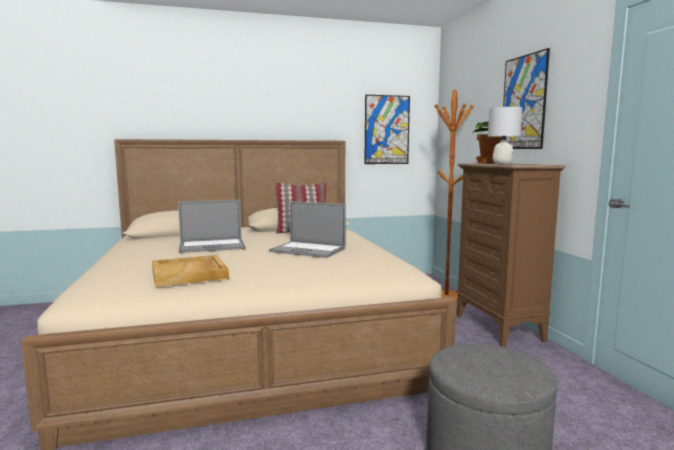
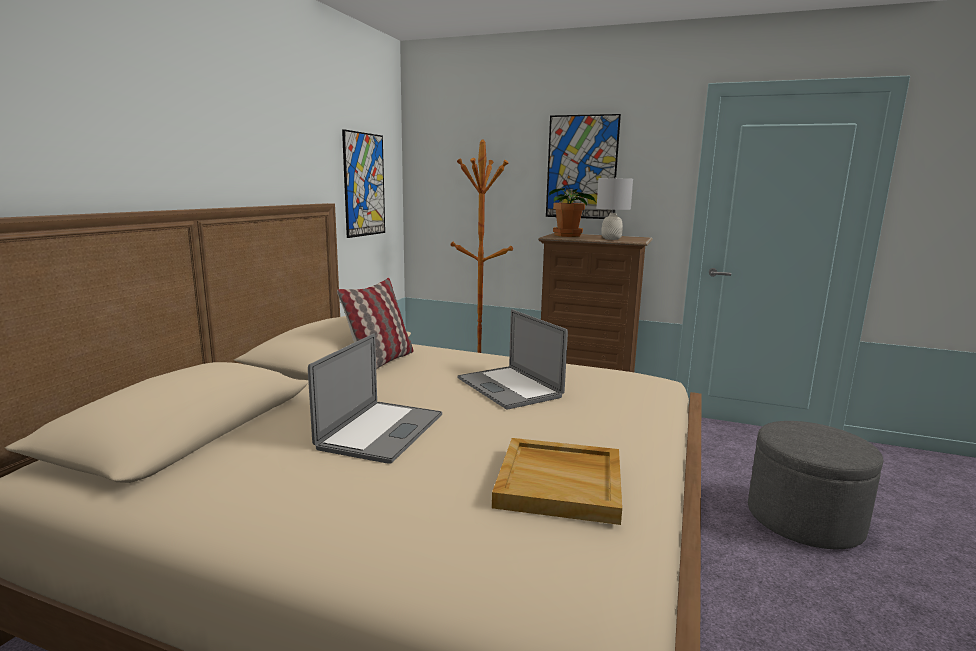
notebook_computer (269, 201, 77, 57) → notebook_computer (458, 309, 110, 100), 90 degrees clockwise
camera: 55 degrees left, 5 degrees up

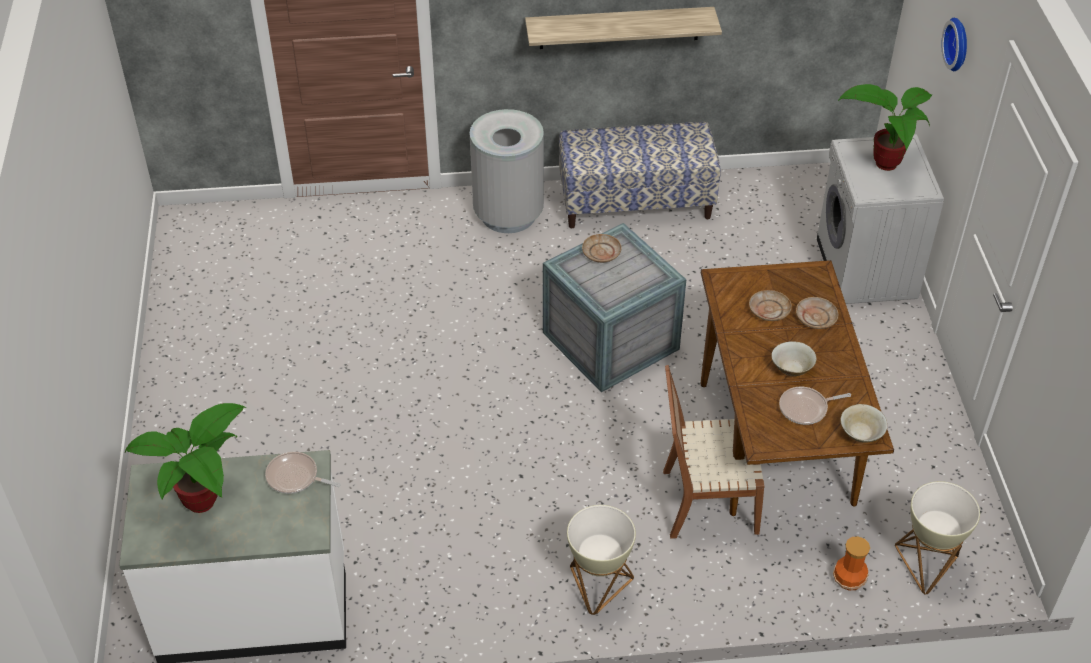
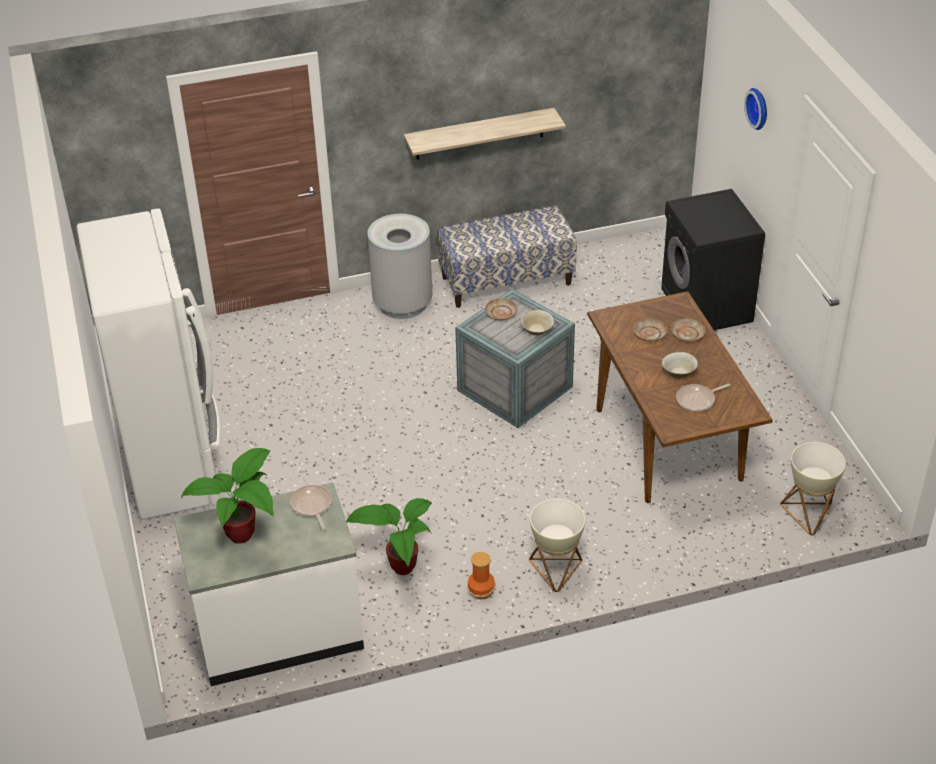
plant_in_a_pot (838, 84, 94, 87) → plant_in_a_pot (346, 498, 86, 77), relocated
white_laundry_machine (817, 134, 127, 170) → black-coloured_laundry_machine (661, 189, 104, 141)
chair (663, 365, 102, 173) → -
beige_deep_dish (840, 404, 47, 39) → beige_deep_dish (520, 310, 34, 25), relocated
skillet (265, 452, 76, 42) → skillet (290, 485, 42, 45), 60 degrees clockwise
vase (833, 536, 37, 55) → vase (467, 552, 29, 47), relocated
- → white_kitchen_fridge (77, 208, 143, 312)
camera: 10 degrees left, 5 degrees down

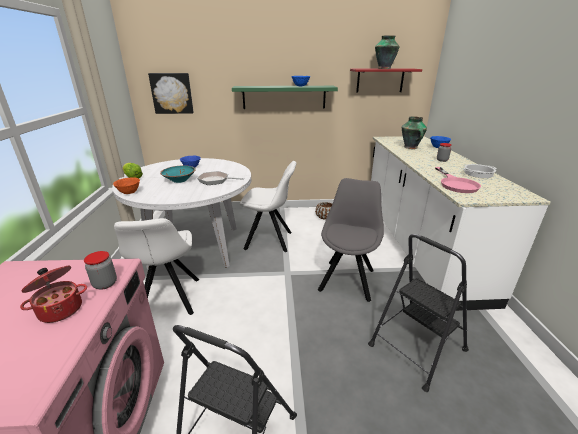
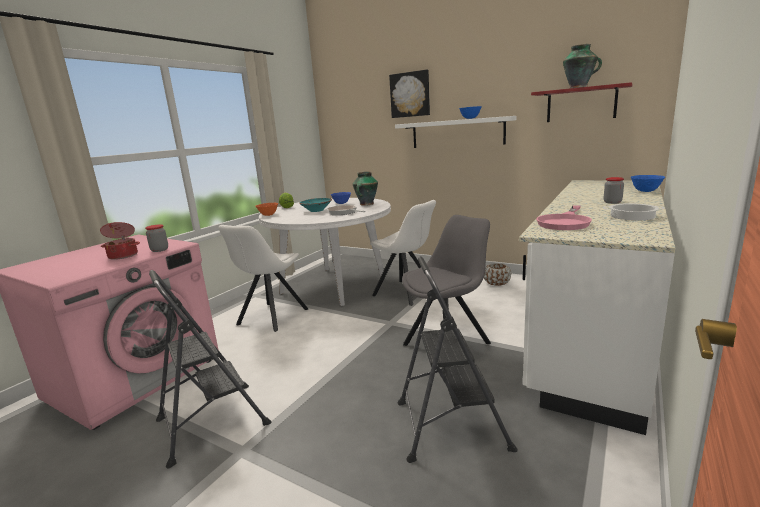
wall_art (148, 73, 46, 41) → wall_art (389, 70, 41, 48), relocated
green-coloured_shelf (232, 86, 106, 23) → white_shelf (395, 116, 122, 32)
vase (402, 116, 25, 33) → vase (353, 172, 25, 34), relocated
camera: 35 degrees right, 10 degrees down

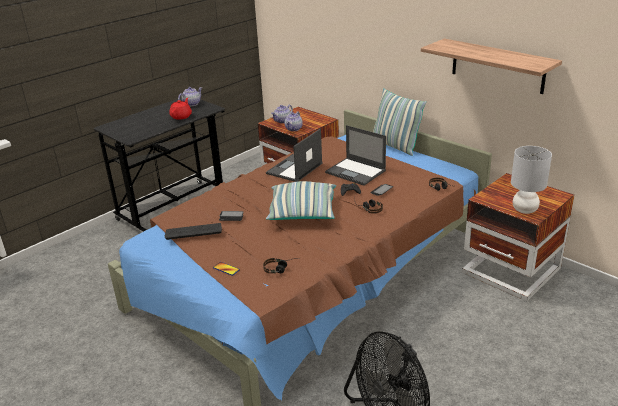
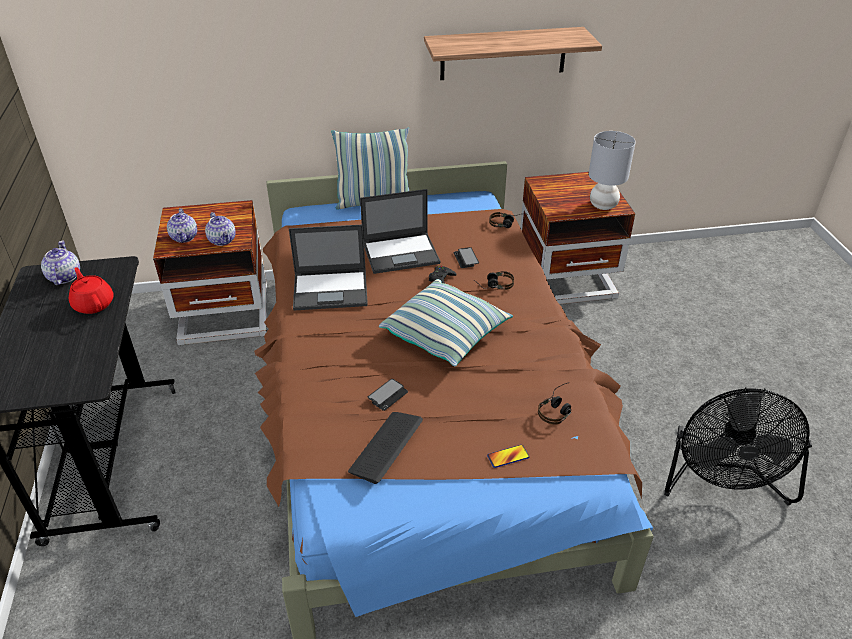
notebook_computer (266, 128, 57, 54) → notebook_computer (289, 225, 79, 85), 75 degrees counterclockwise
camera: 55 degrees left, 10 degrees up

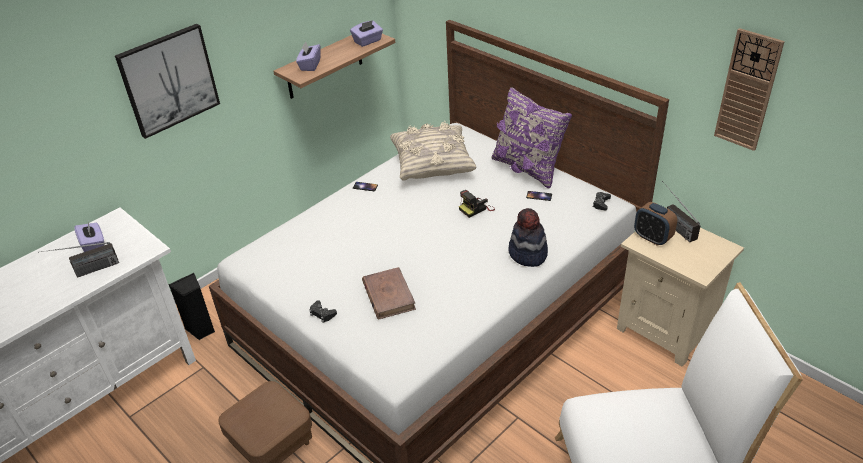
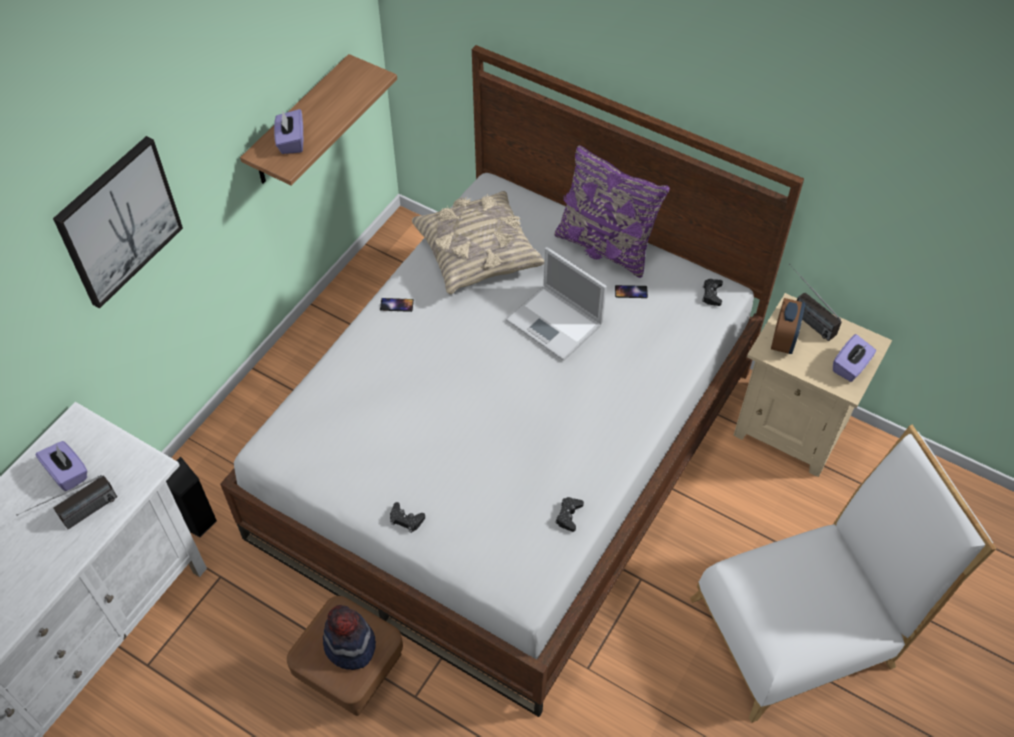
purplish_tissue_holder (350, 20, 33, 27) → purplish_tissue_holder (833, 334, 43, 48), relocated
clock_on_the_wall (714, 28, 71, 123) → -
photo_camera (459, 190, 36, 28) → notebook_computer (506, 247, 101, 114)
bedside_clock (634, 202, 43, 44) → bedside_clock (771, 298, 34, 56), 105 degrees counterclockwise
hat (509, 208, 39, 59) → hat (323, 605, 53, 65), relocated
brown-coloured_bound_book (362, 267, 54, 53) → -
- → black-coloured_game_controller (555, 497, 29, 35)
camera: 15 degrees left, 15 degrees up

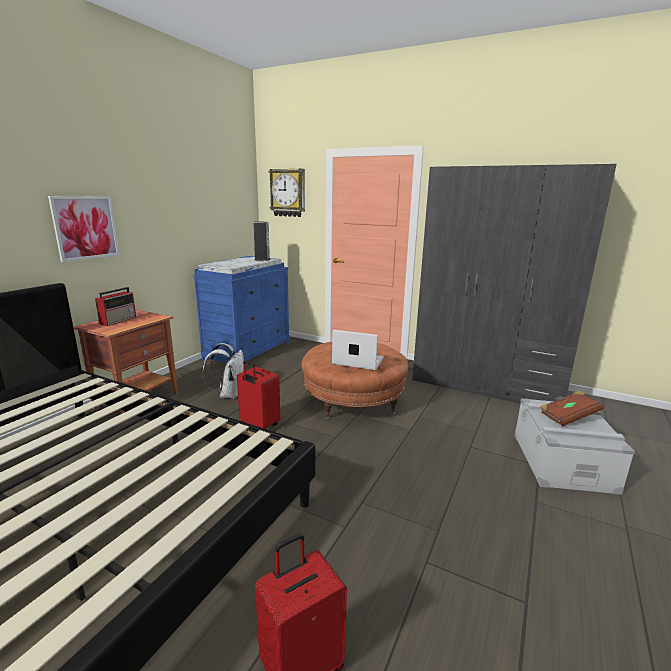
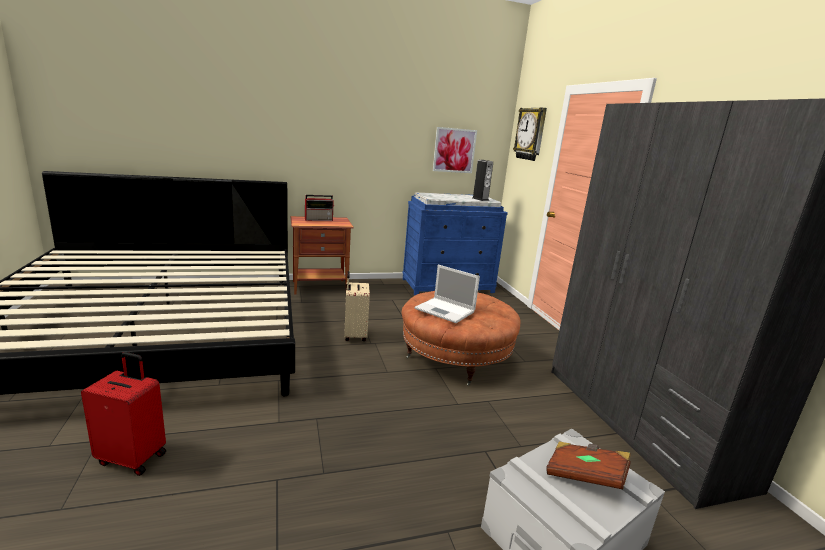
wall_art (48, 196, 71, 66) → wall_art (432, 127, 45, 46), relocated
notebook_computer (332, 330, 52, 40) → notebook_computer (415, 265, 65, 58), 150 degrees clockwise
white_backpack (202, 343, 42, 56) → -
red_suitcase (237, 360, 44, 69) → beige_suitcase (344, 271, 26, 70)
camera: 45 degrees right, 0 degrees up

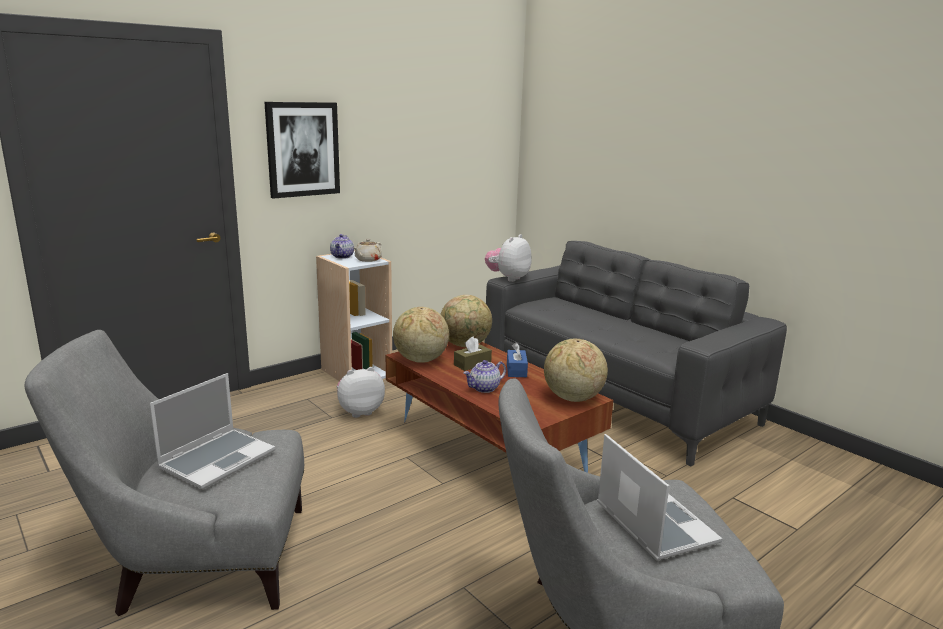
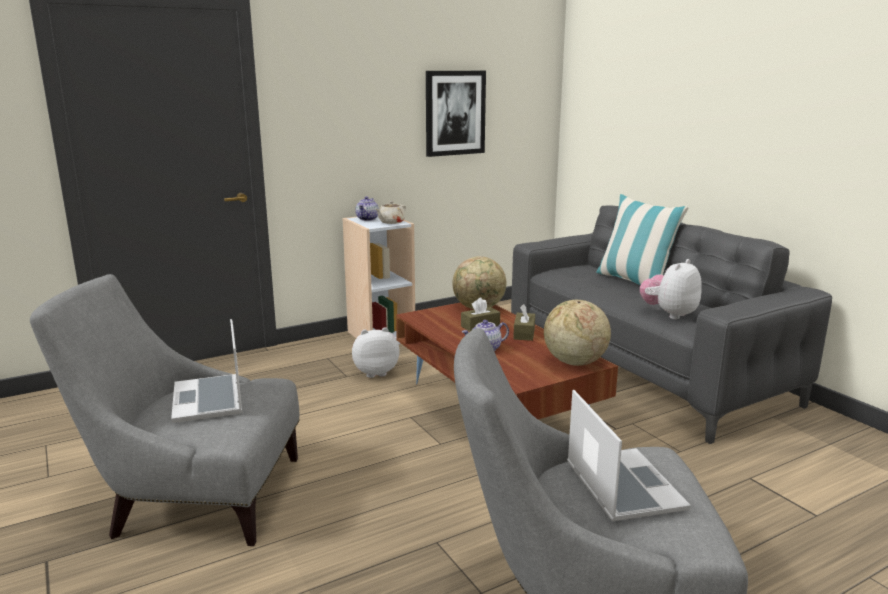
wall_art (264, 102, 76, 97) → wall_art (426, 71, 60, 86), relocated
cuddly_toy (485, 234, 47, 48) → cuddly_toy (640, 259, 62, 60), relocated
desk_globe (393, 307, 56, 56) → -
blue-coloured_tissue_holder (507, 342, 21, 35) → brown-coloured_tissue_holder (513, 304, 22, 37)
notebook_computer (150, 373, 125, 117) → notebook_computer (171, 319, 71, 104), 120 degrees clockwise
- → throw_pillow (596, 194, 93, 91)
camera: 10 degrees right, 0 degrees up

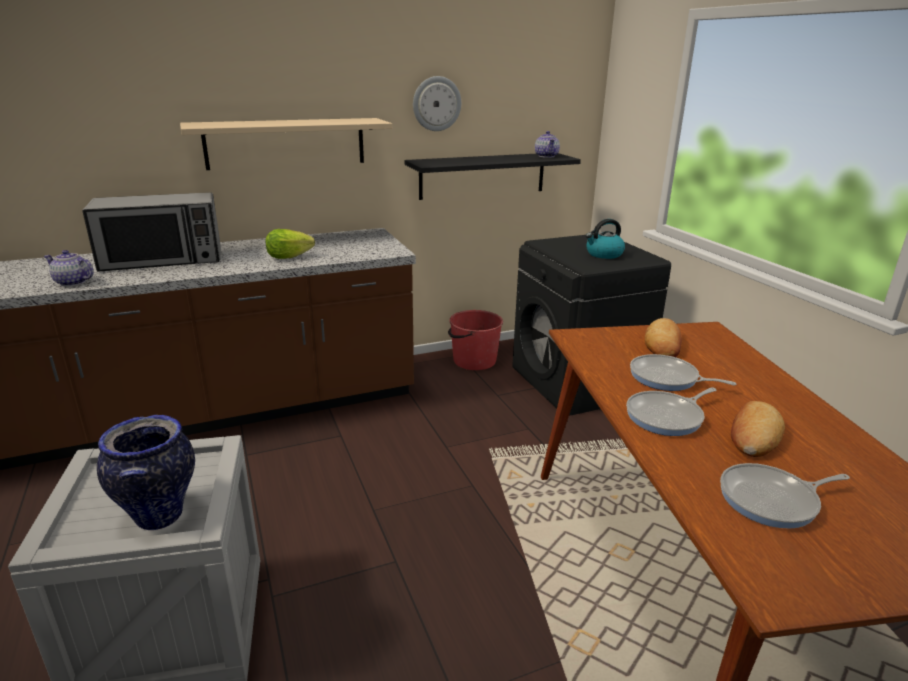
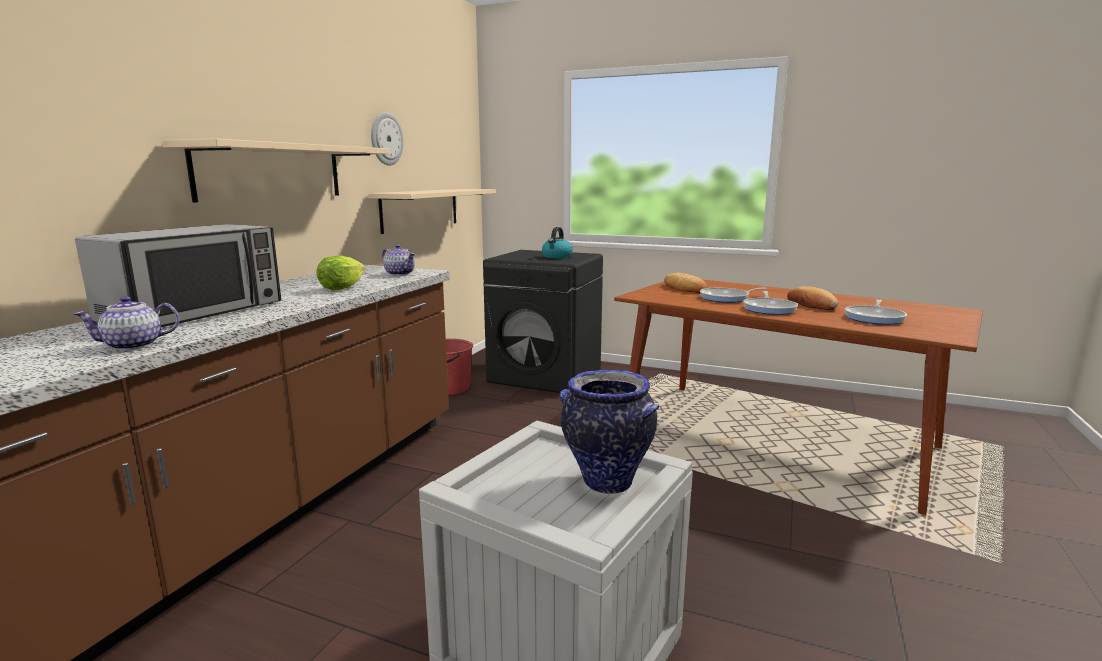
teapot (535, 131, 25, 27) → teapot (382, 244, 33, 32), relocated
black-coloured_shelf (404, 153, 177, 47) → beige_shelf (368, 189, 128, 45)
camera: 45 degrees left, 10 degrees down

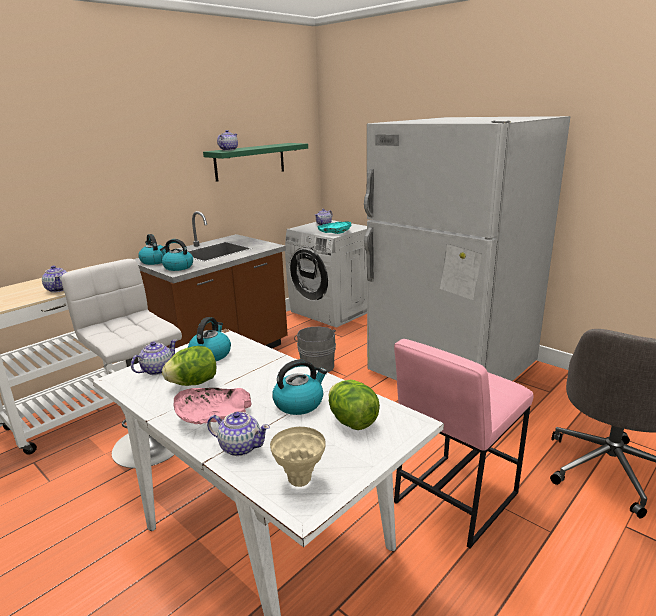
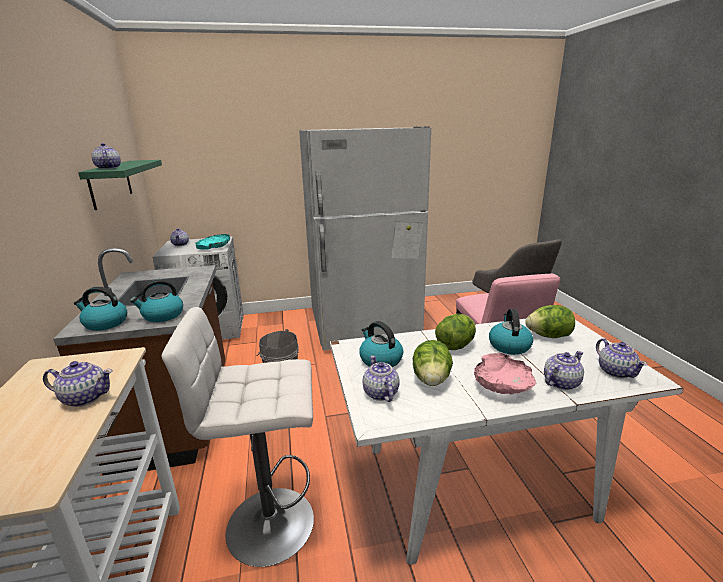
beige_vase (270, 427, 55, 60) → teapot (596, 338, 52, 40)
- → head_of_lettuce (435, 314, 41, 36)
camera: 55 degrees left, 0 degrees up

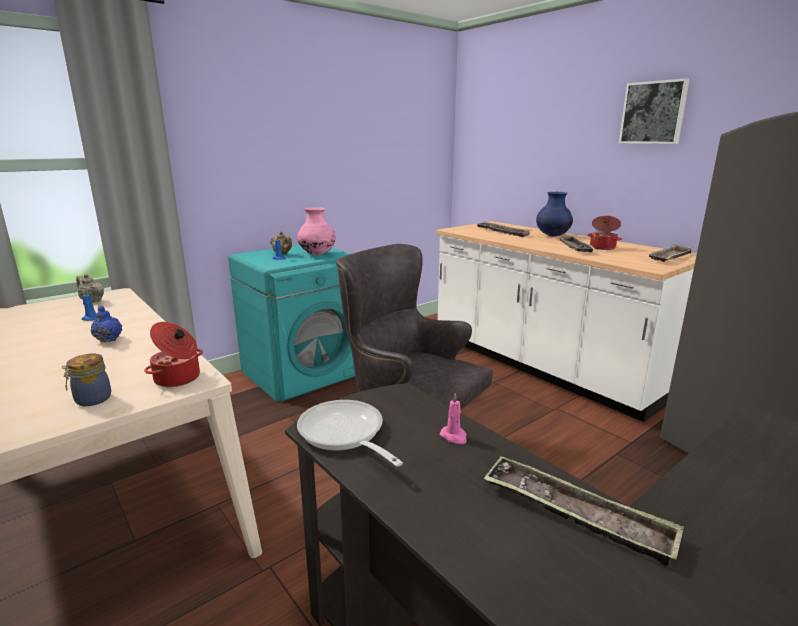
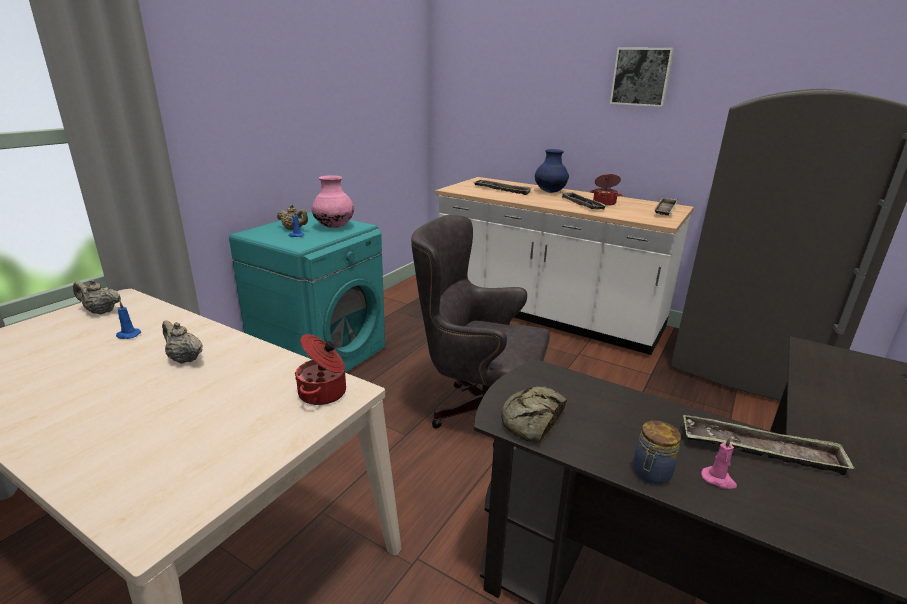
blue-coloured_teapot (91, 306, 31, 36) → beige_teapot (162, 320, 41, 44)
jar (62, 354, 49, 52) → jar (633, 421, 48, 63), relocated
pink_wax_candle (440, 393, 27, 51) → pink_wax_candle (701, 437, 36, 52), relocated
skillet (297, 400, 106, 67) → baked_bread (501, 386, 66, 57)
camera: 20 degrees left, 5 degrees up

